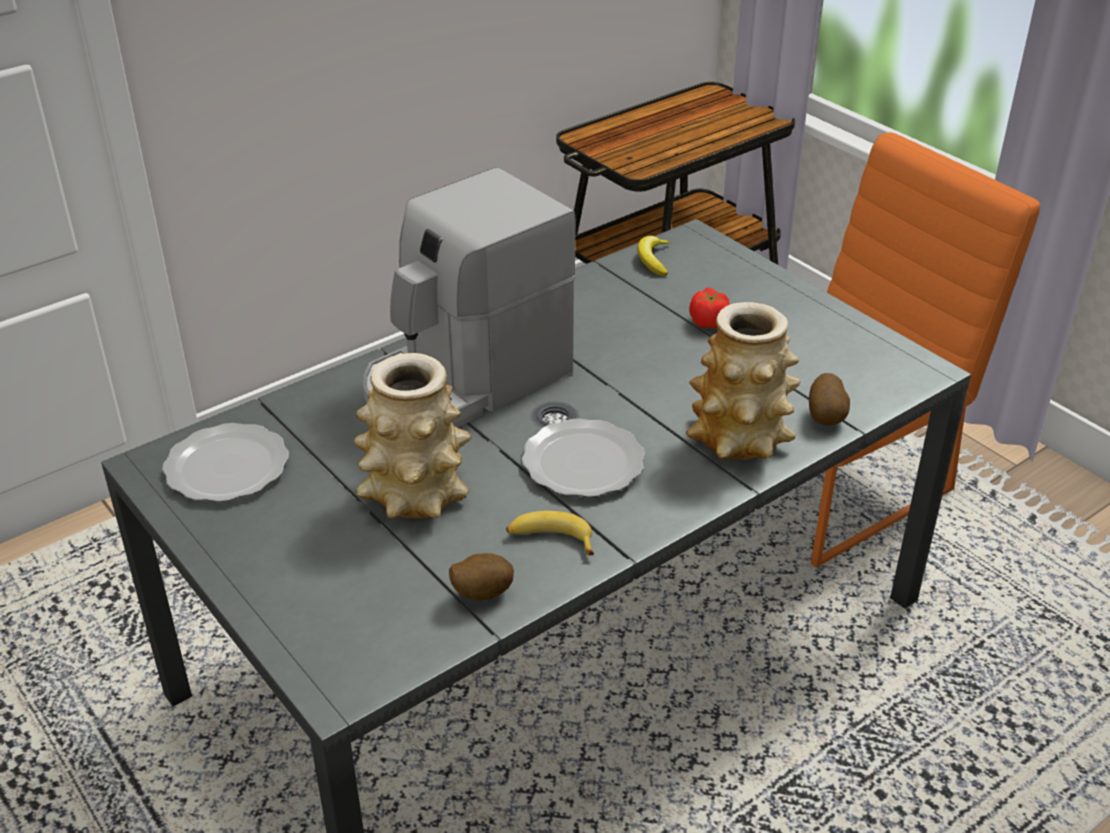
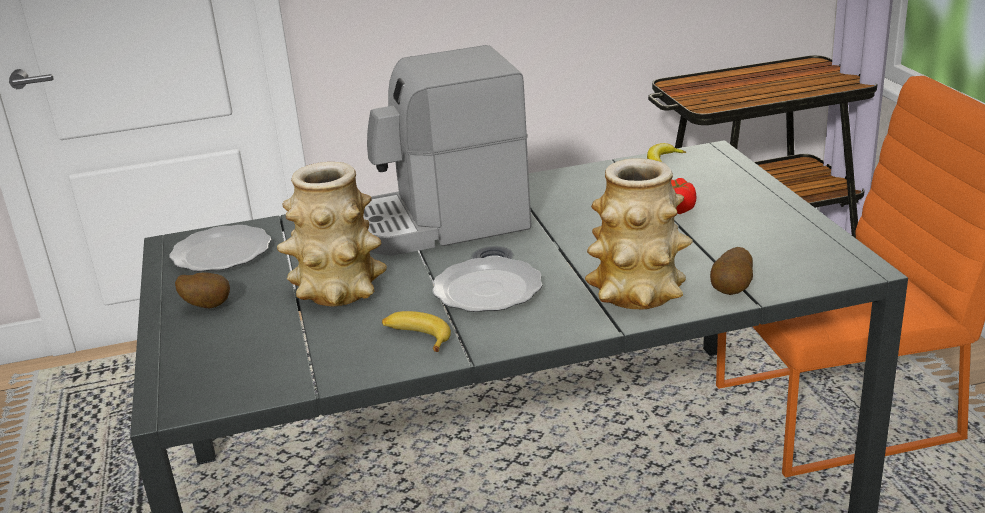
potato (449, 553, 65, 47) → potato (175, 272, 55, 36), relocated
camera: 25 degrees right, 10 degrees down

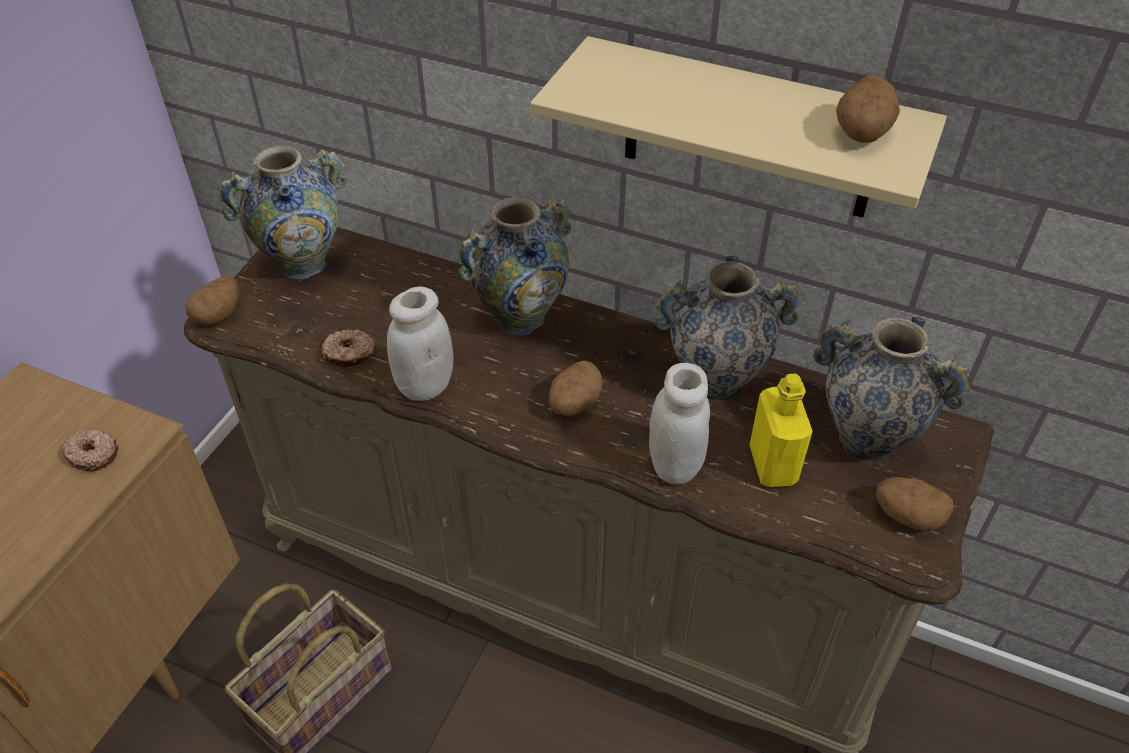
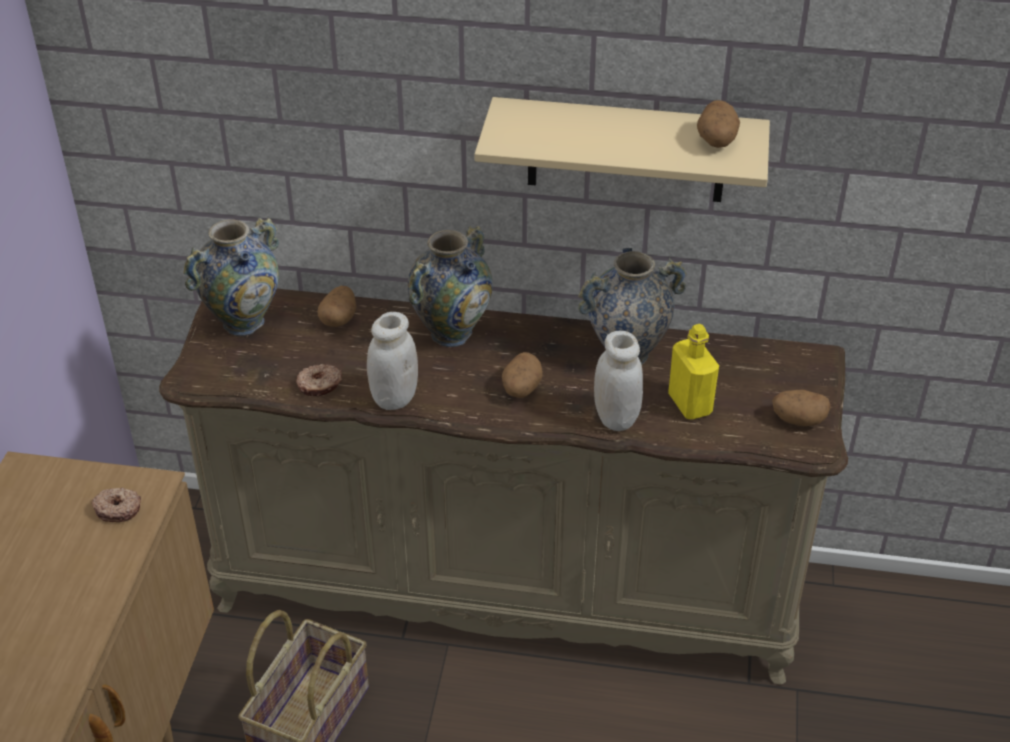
potato (185, 276, 54, 49) → potato (317, 286, 40, 41), relocated
vase (813, 316, 158, 147) → -
camera: 15 degrees left, 5 degrees down

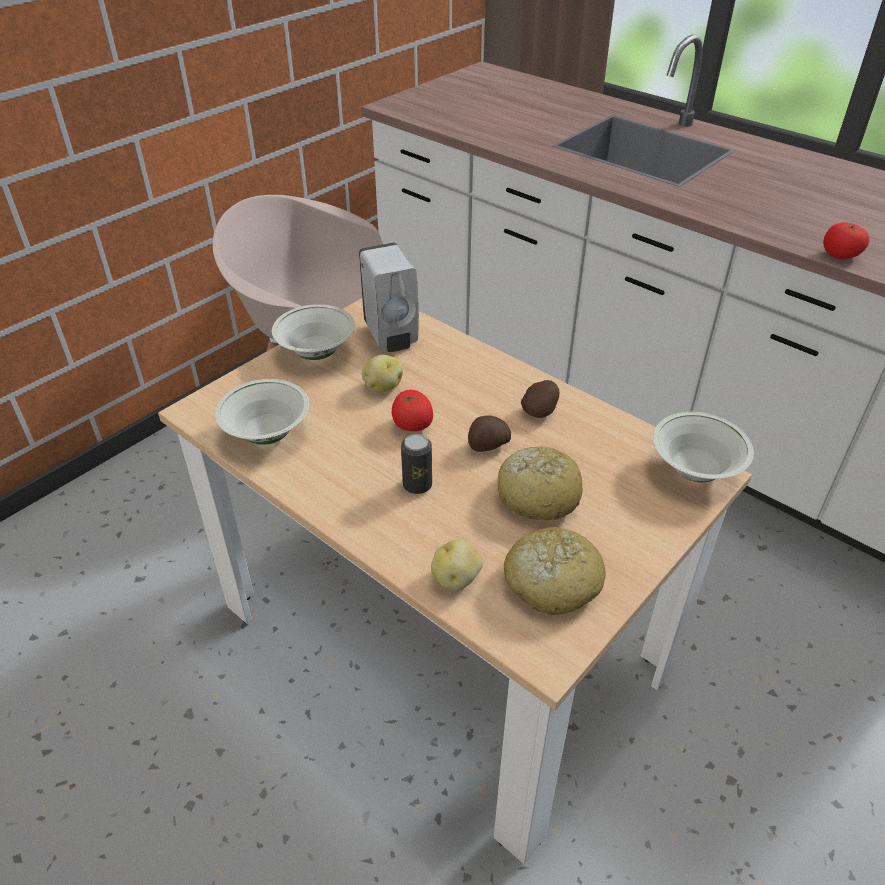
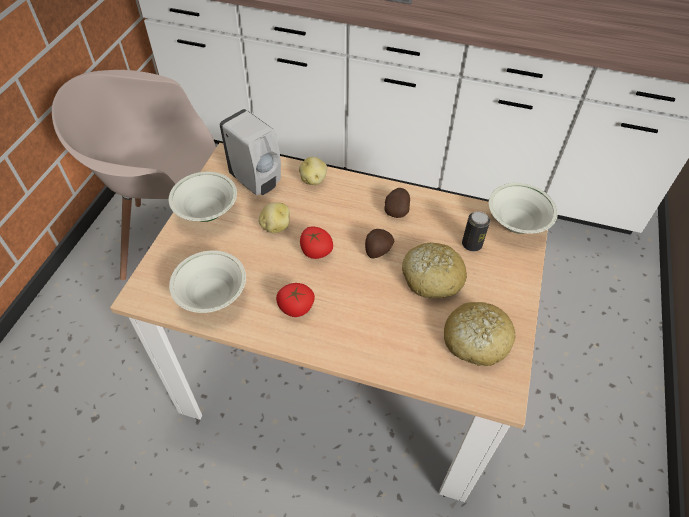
whole_tomato (823, 222, 46, 37) → whole_tomato (276, 283, 39, 34), relocated
can (401, 434, 31, 60) → can (462, 211, 28, 40), relocated
potato (431, 540, 52, 51) → potato (299, 157, 28, 28), relocated
camera: 25 degrees left, 10 degrees up

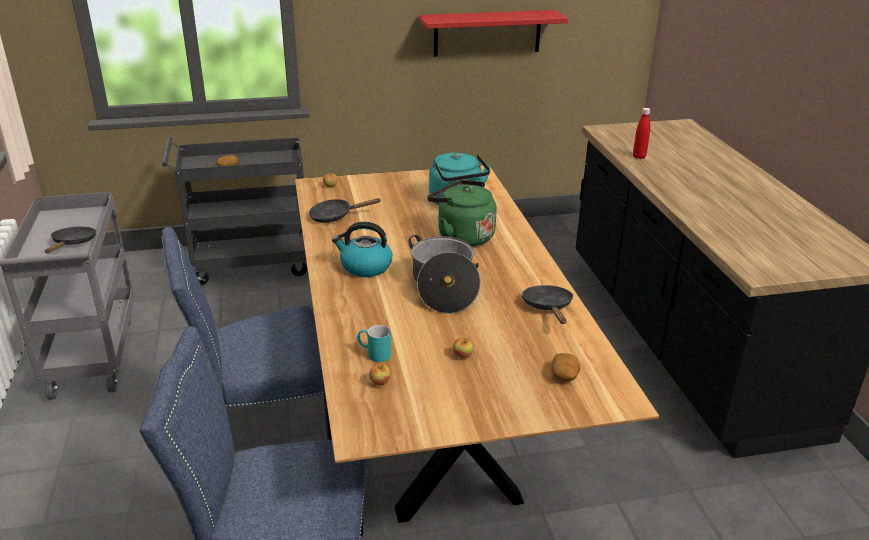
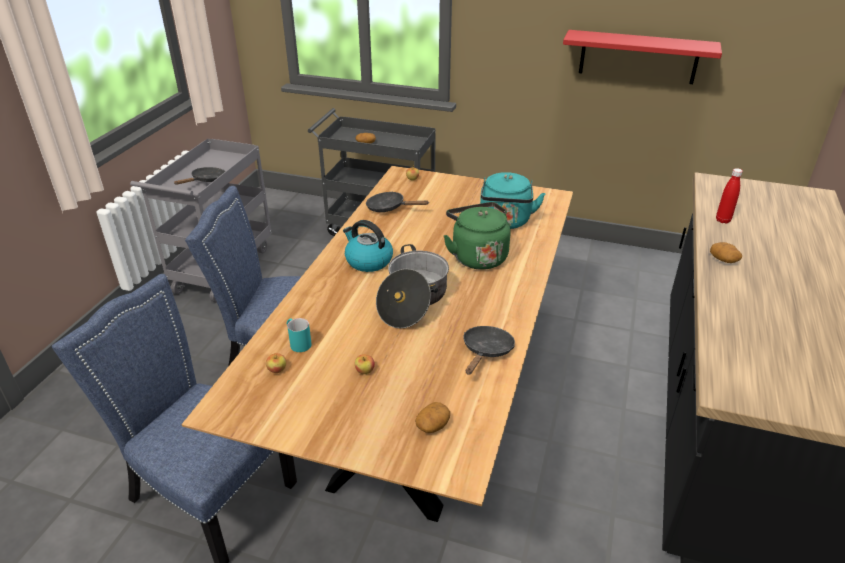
- → potato (710, 242, 32, 21)
camera: 30 degrees right, 5 degrees up

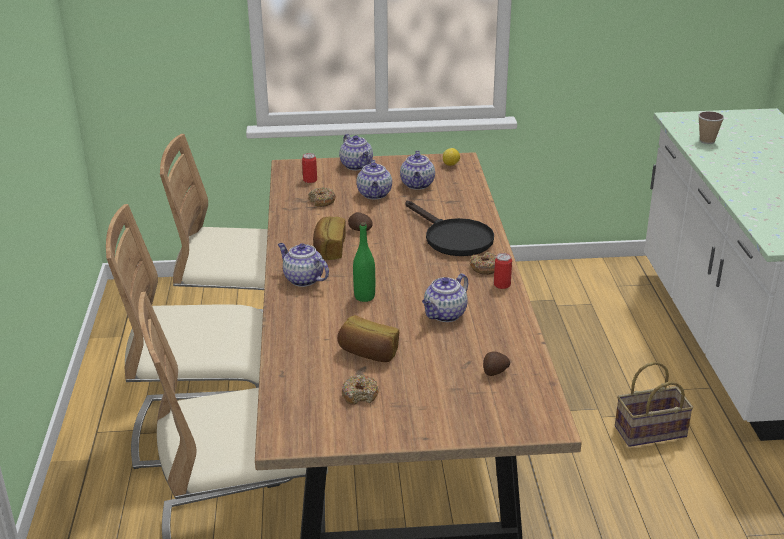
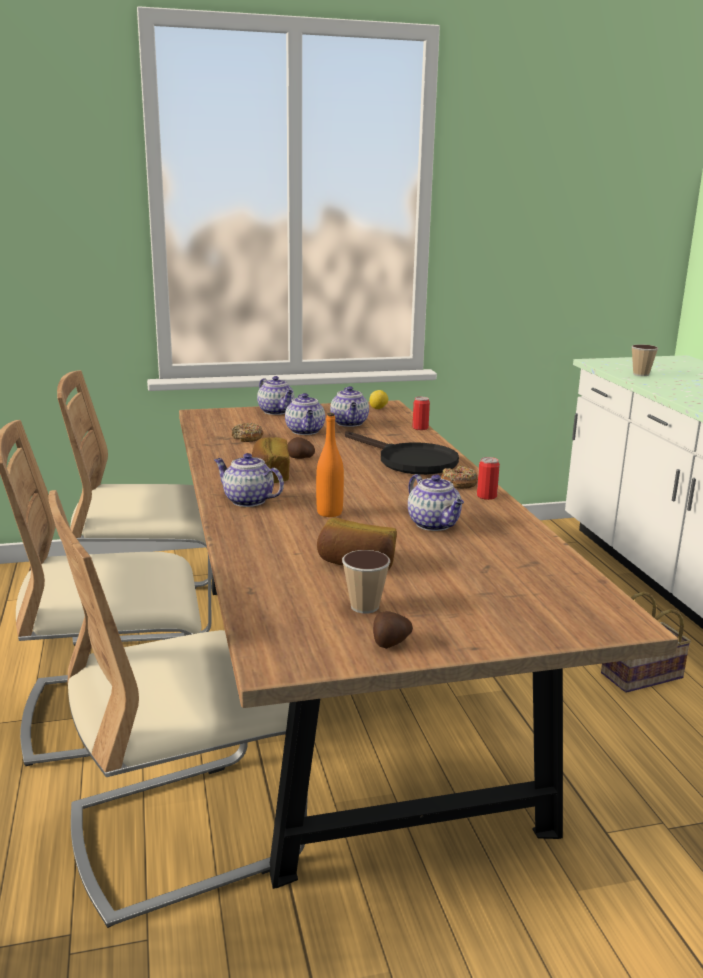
can (302, 153, 15, 30) → can (412, 397, 18, 33), relocated
green-coloured_bottle (353, 222, 22, 80) → orangey_bottle (316, 413, 28, 104)
teapot (422, 274, 46, 48) → teapot (408, 474, 56, 57), 60 degrees counterclockwise
potato (483, 351, 27, 25) → potato (373, 611, 40, 38), relocated
doughnut (342, 375, 37, 30) → small_cup (342, 550, 48, 64)
camera: 10 degrees left, 10 degrees down

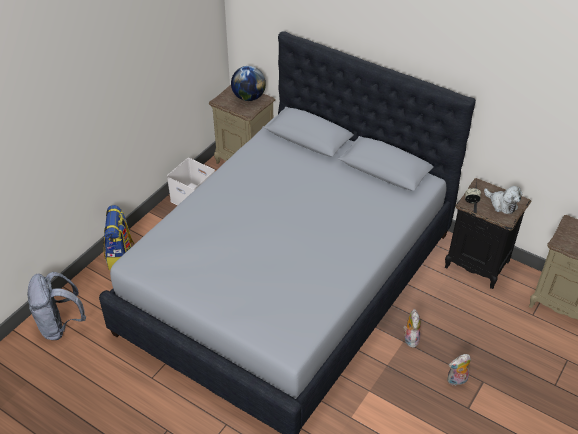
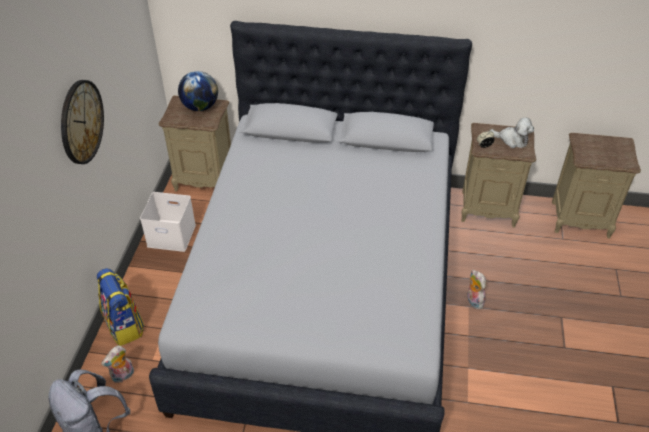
black-coloured_nightstand (445, 178, 86, 111) → beige_nightstand (461, 123, 75, 104)
cuddly_toy (447, 354, 24, 32) → cuddly_toy (101, 346, 33, 38), relocated
- → clock_on_the_wall (61, 80, 43, 84)
camera: 25 degrees left, 0 degrees up

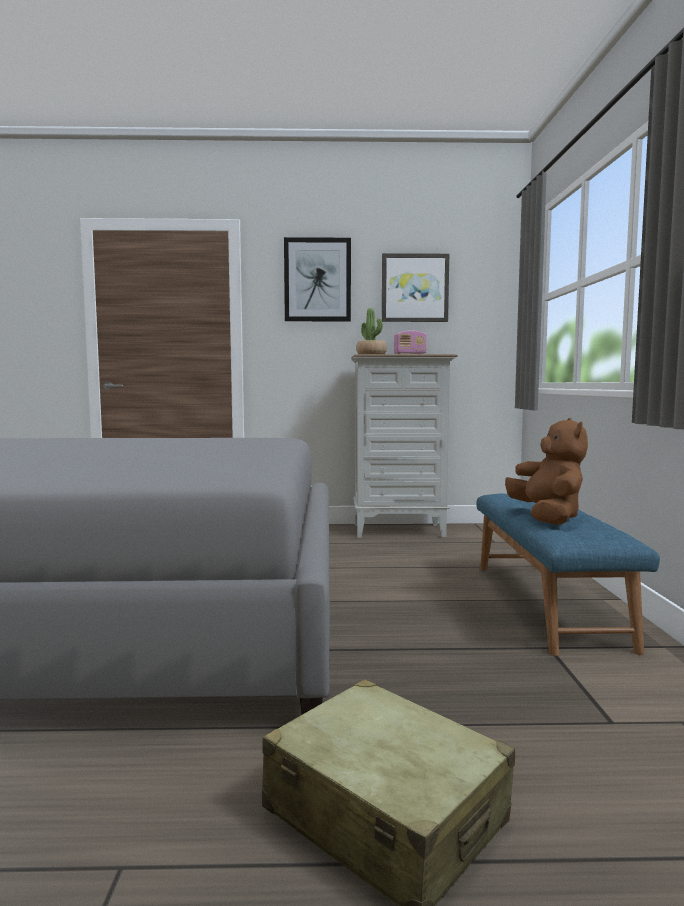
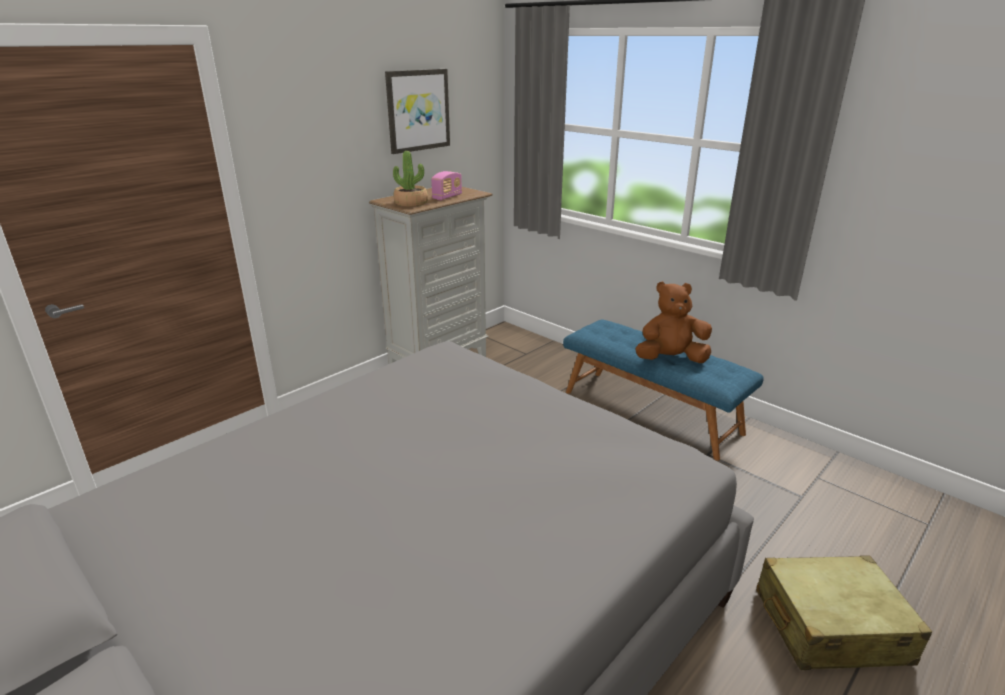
wall_art (284, 237, 67, 84) → -
brown-coloured_cuddly_toy (505, 418, 83, 107) → brown-coloured_cuddly_toy (635, 281, 77, 82), 45 degrees counterclockwise
camera: 45 degrees left, 20 degrees up

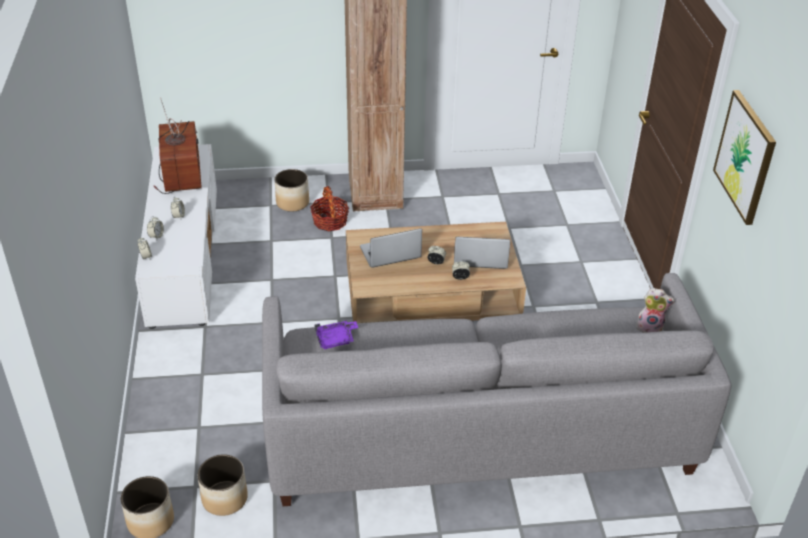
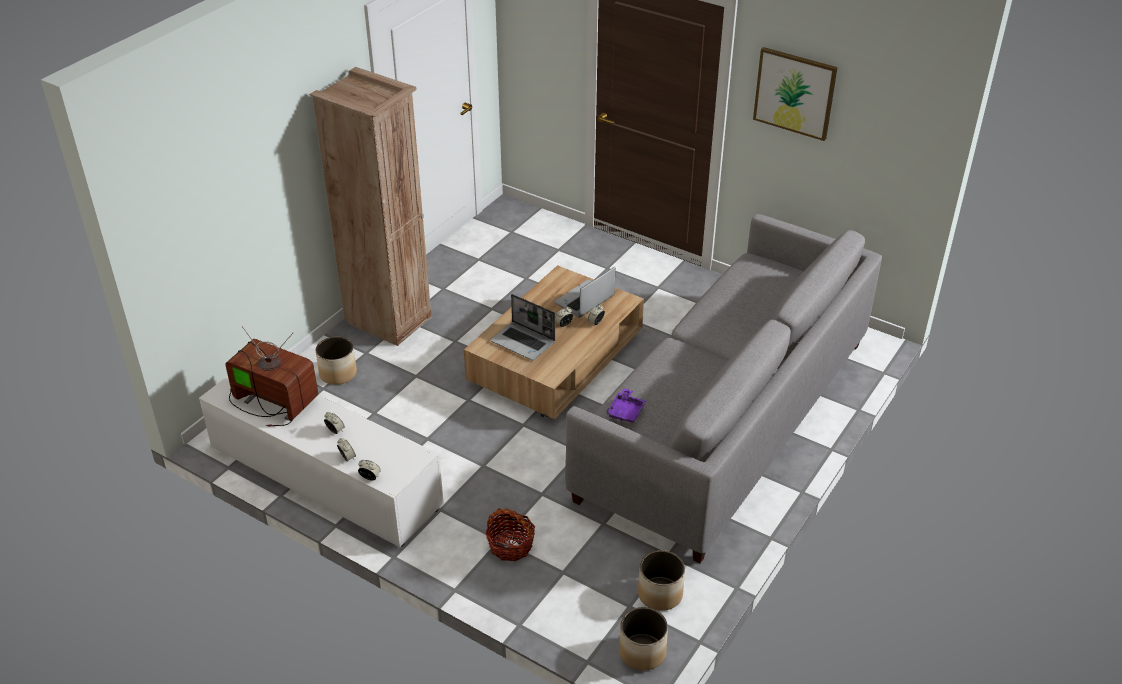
household_basket (310, 186, 39, 45) → household_basket (485, 508, 50, 53), relocated
notebook_computer (360, 228, 62, 39) → notebook_computer (491, 294, 64, 66), 75 degrees counterclockwise
cuddly_toy (636, 288, 39, 45) → -
camera: 50 degrees left, 0 degrees up

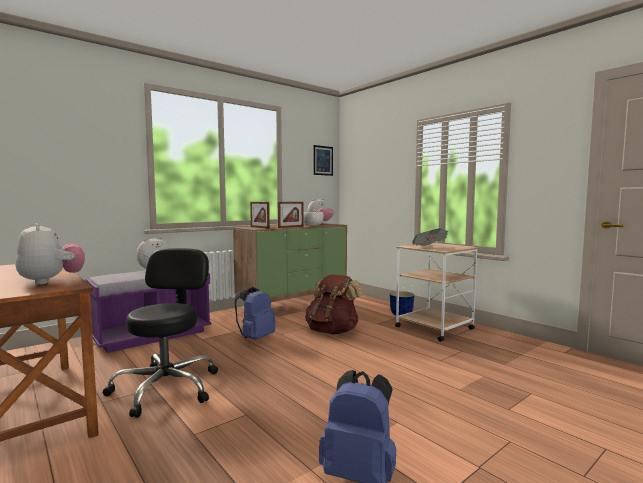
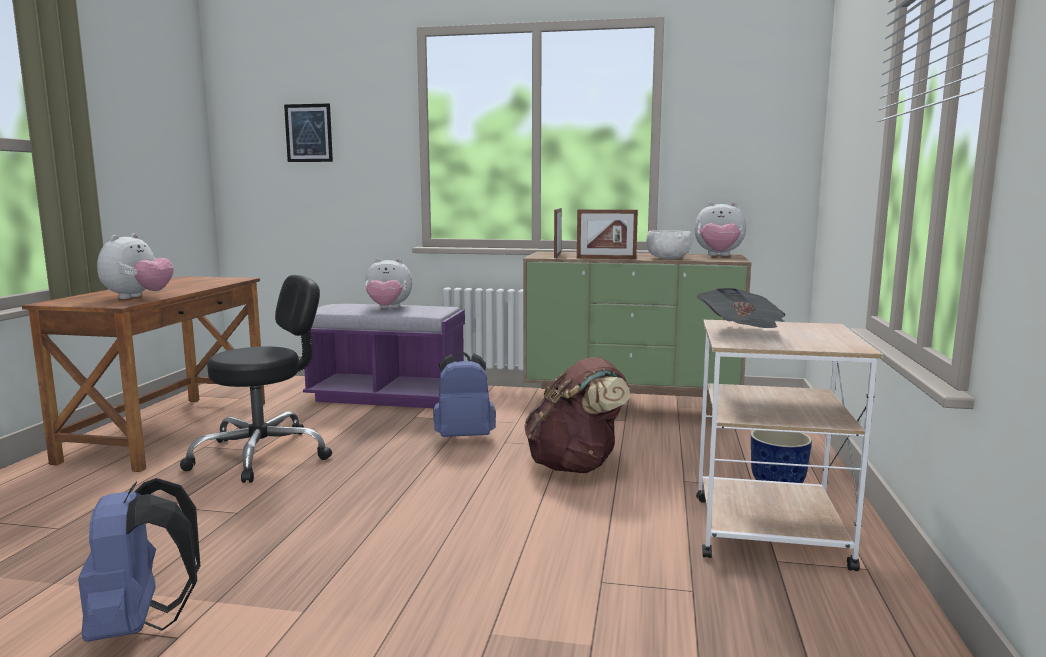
wall_art (314, 145, 19, 31) → wall_art (284, 103, 49, 59), relocated
camera: 50 degrees right, 5 degrees up

